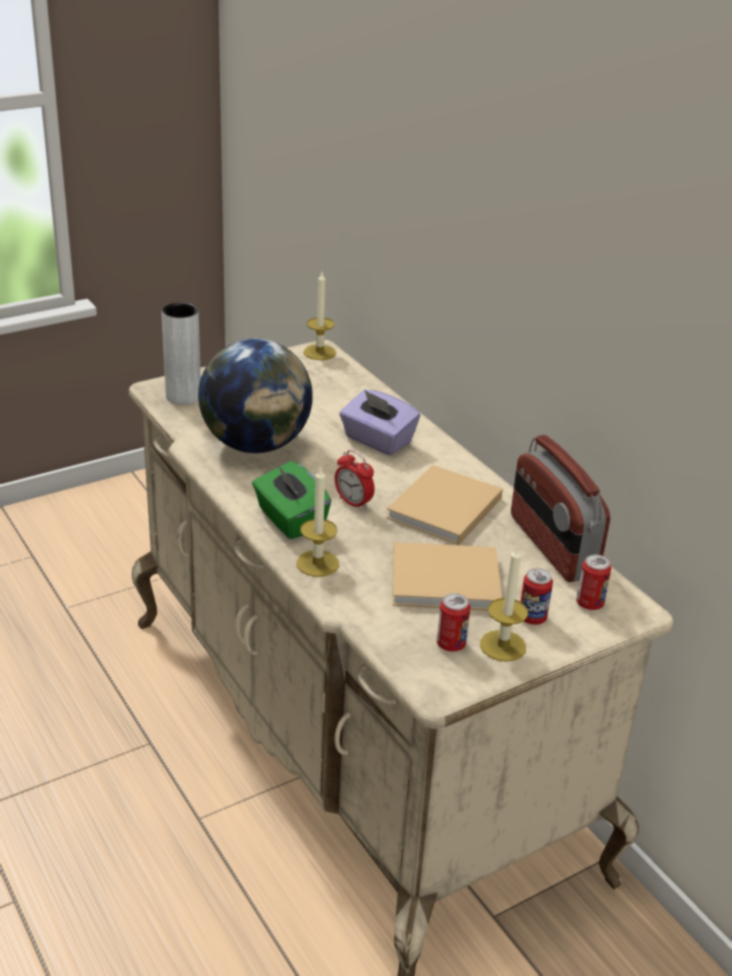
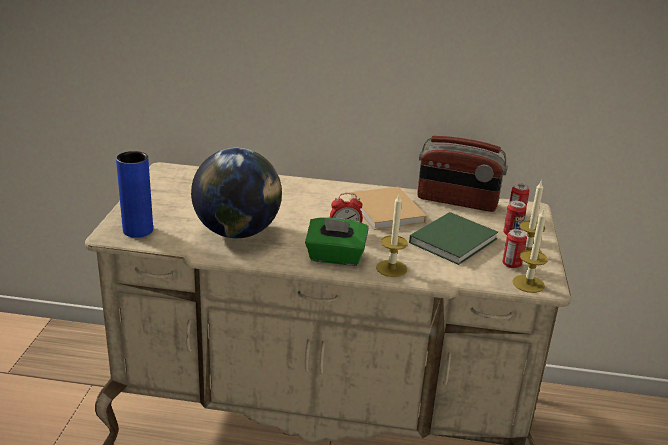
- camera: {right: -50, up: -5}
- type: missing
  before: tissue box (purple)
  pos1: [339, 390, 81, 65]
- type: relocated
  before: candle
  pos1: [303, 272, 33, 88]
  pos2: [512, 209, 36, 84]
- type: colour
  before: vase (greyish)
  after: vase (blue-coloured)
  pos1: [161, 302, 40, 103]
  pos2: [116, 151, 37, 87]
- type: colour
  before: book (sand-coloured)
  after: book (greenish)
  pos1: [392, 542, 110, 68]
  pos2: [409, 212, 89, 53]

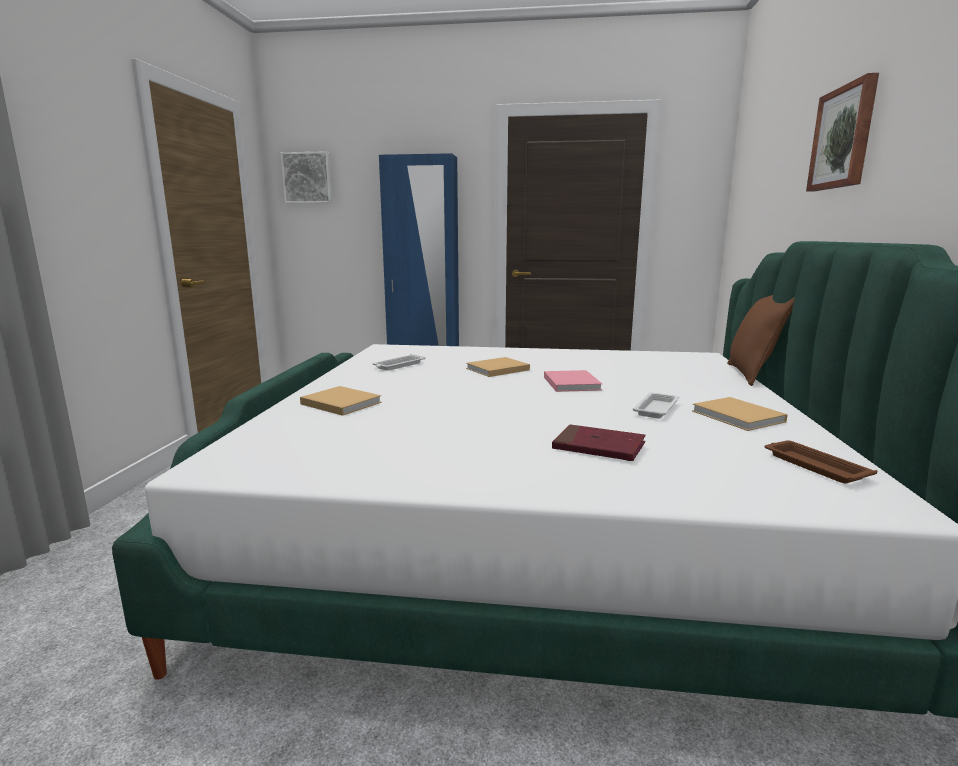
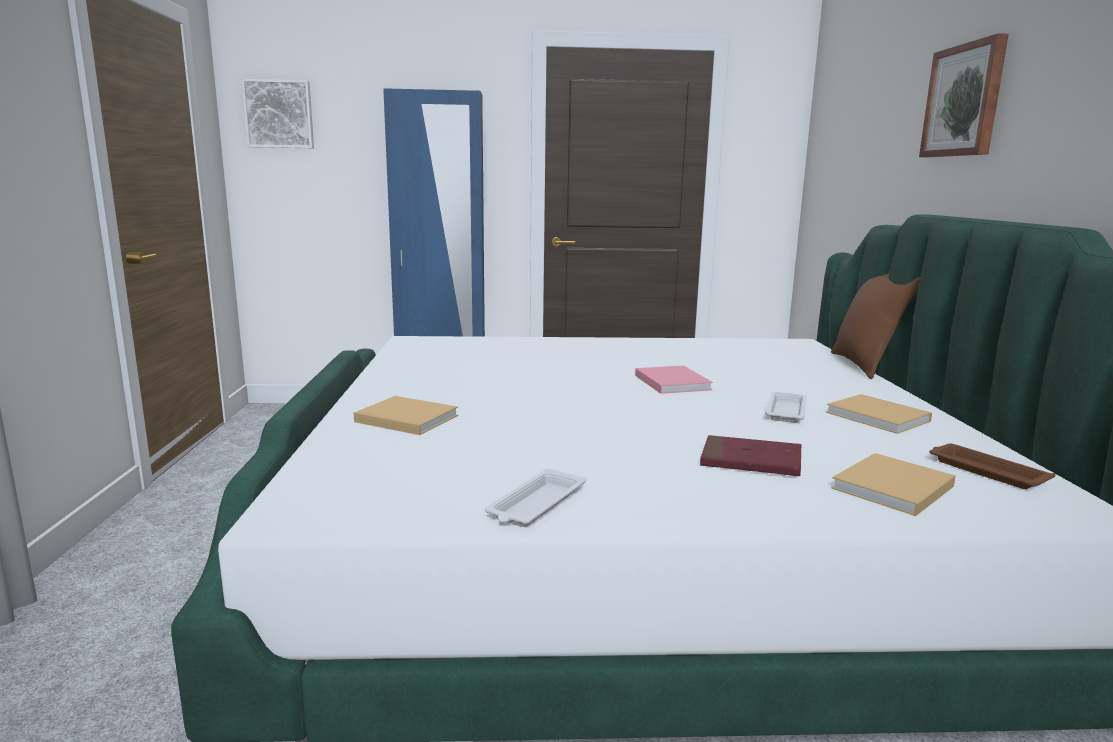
- camera: {right: -10, up: 0}
- type: relocated
  before: serving tray (white)
  pos1: [372, 354, 54, 17]
  pos2: [485, 468, 101, 59]
- type: relocated
  before: book (sand-coloured)
  pos1: [466, 357, 64, 20]
  pos2: [831, 453, 125, 63]

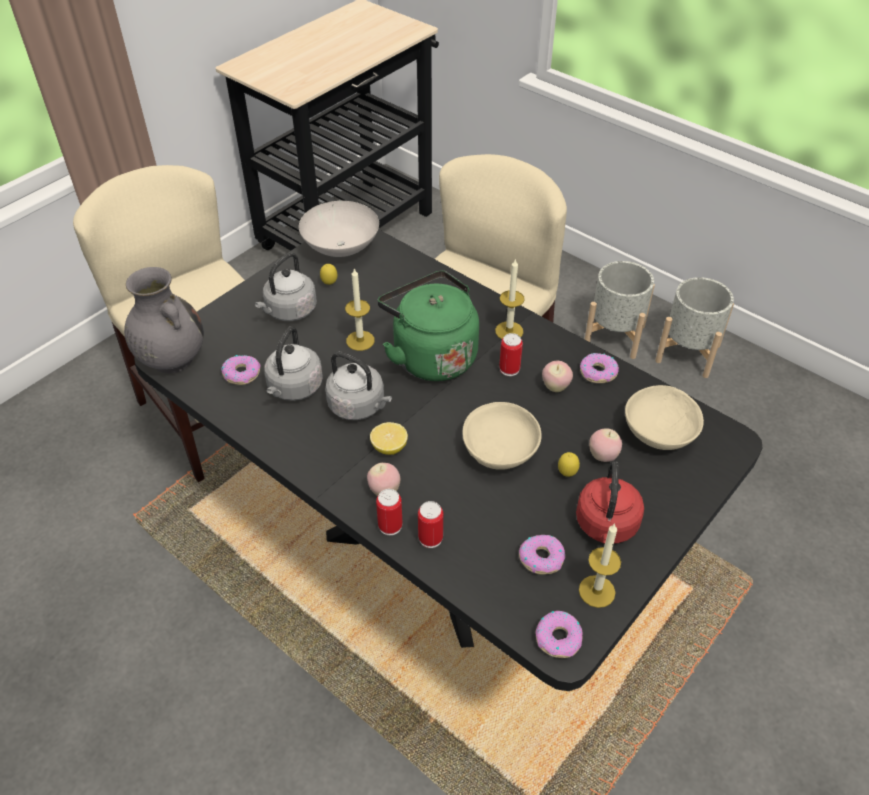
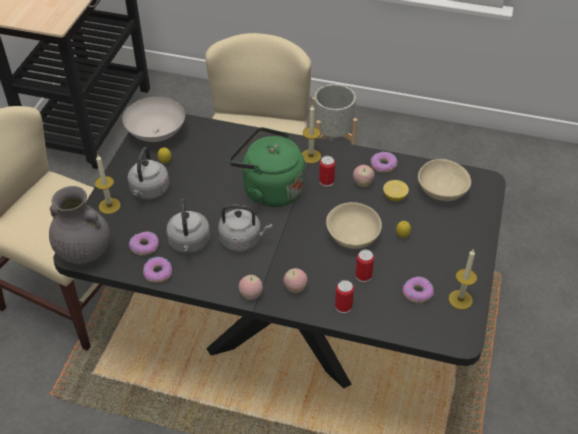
- camera: {right: -25, up: 0}
- type: missing
  before: kettle (red)
  pos1: [576, 461, 68, 83]
- type: missing
  before: flower pot (greyish)
  pos1: [655, 277, 79, 101]
- type: relocated
  before: candle
  pos1: [345, 268, 29, 83]
  pos2: [95, 155, 26, 59]
- type: relocated
  before: whole lemon
  pos1: [370, 422, 38, 33]
  pos2: [383, 180, 26, 21]
- type: relocated
  before: sealed can
  pos1: [376, 489, 27, 46]
  pos2: [355, 249, 19, 33]
- type: relocated
  before: ring doughnut
  pos1: [536, 611, 47, 47]
  pos2: [143, 257, 29, 26]
- type: relocated
  before: whole apple
  pos1: [589, 428, 33, 34]
  pos2: [239, 275, 24, 25]

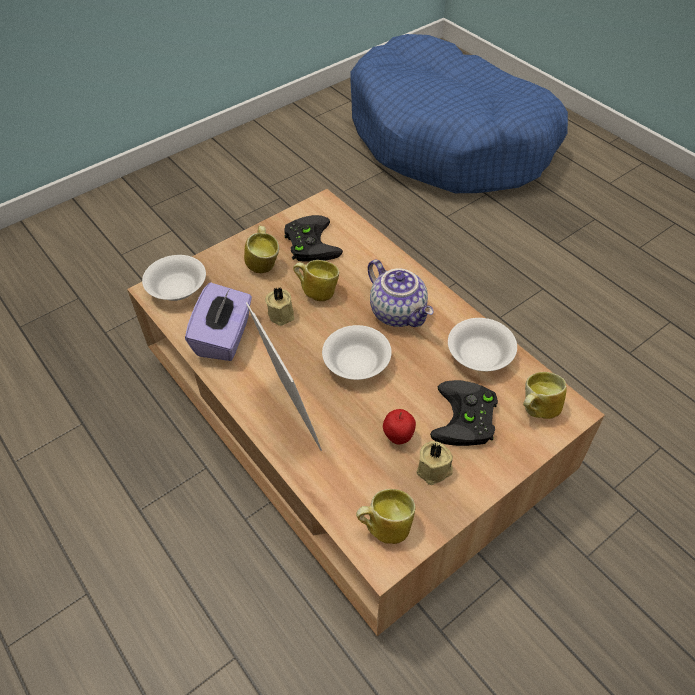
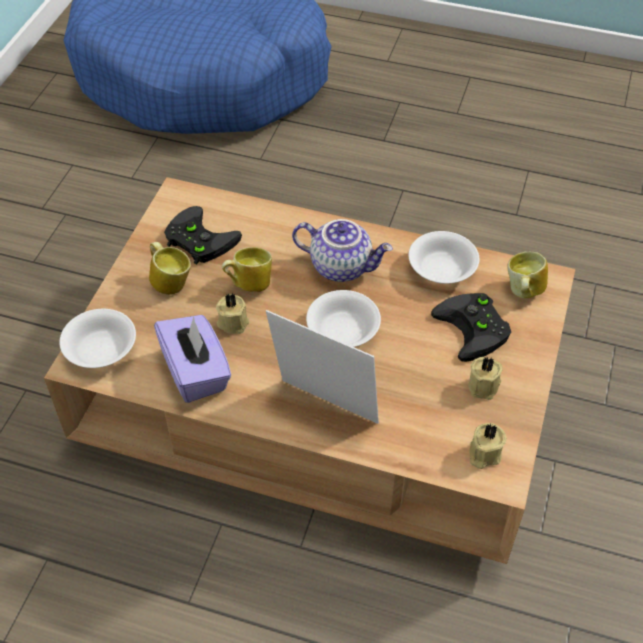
- camera: {right: -35, up: 0}
- type: missing
  before: whole apple
  pos1: [383, 409, 33, 35]
- type: exchanged
  before: tea mug
  after: candle (sand-coloured)
  pos1: [356, 489, 60, 55]
  pos2: [469, 423, 38, 46]

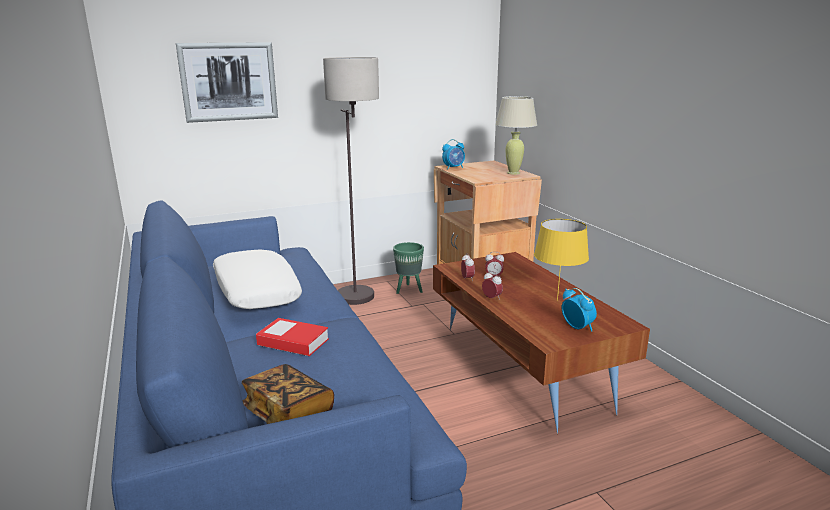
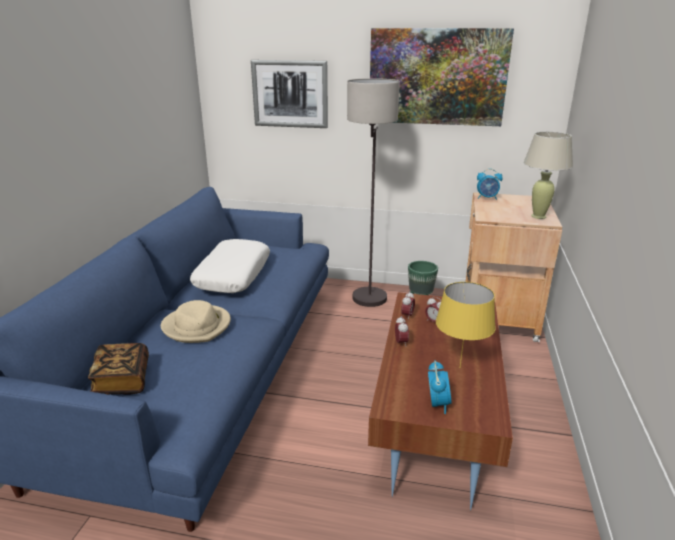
- camera: {right: 35, up: 5}
- type: appeared
  after: wall art
  pos2: [370, 28, 144, 98]
- type: exchanged
  before: book
  after: clothing hat (sand-coloured)
  pos1: [256, 318, 73, 38]
  pos2: [161, 300, 70, 43]

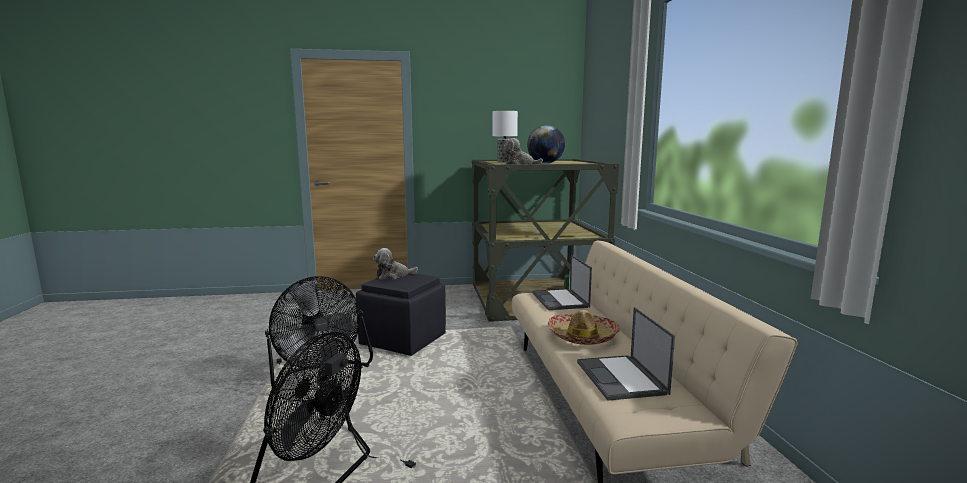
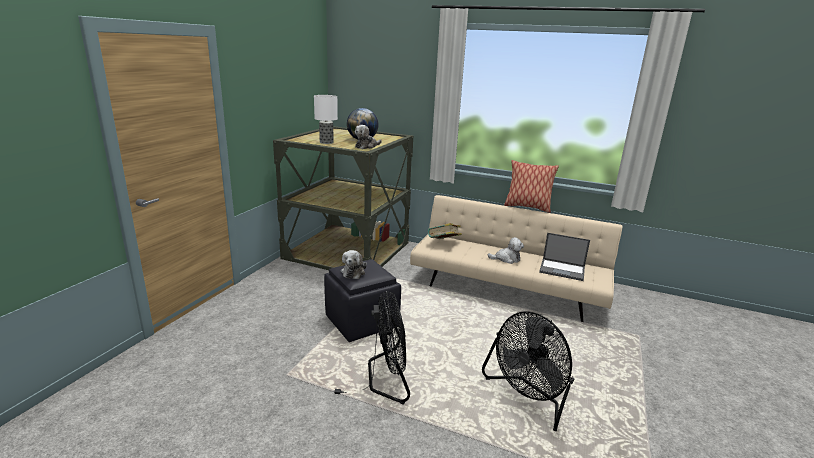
- camera: {right: -60, up: 10}
- type: appeared
  after: cushion
  pos2: [504, 160, 55, 53]
- type: exchanged
  before: laptop
  after: book
  pos1: [532, 255, 60, 55]
  pos2: [428, 223, 34, 16]
- type: exchanged
  before: clothing hat
  after: cuddly toy
  pos1: [548, 310, 72, 35]
  pos2: [488, 237, 36, 27]

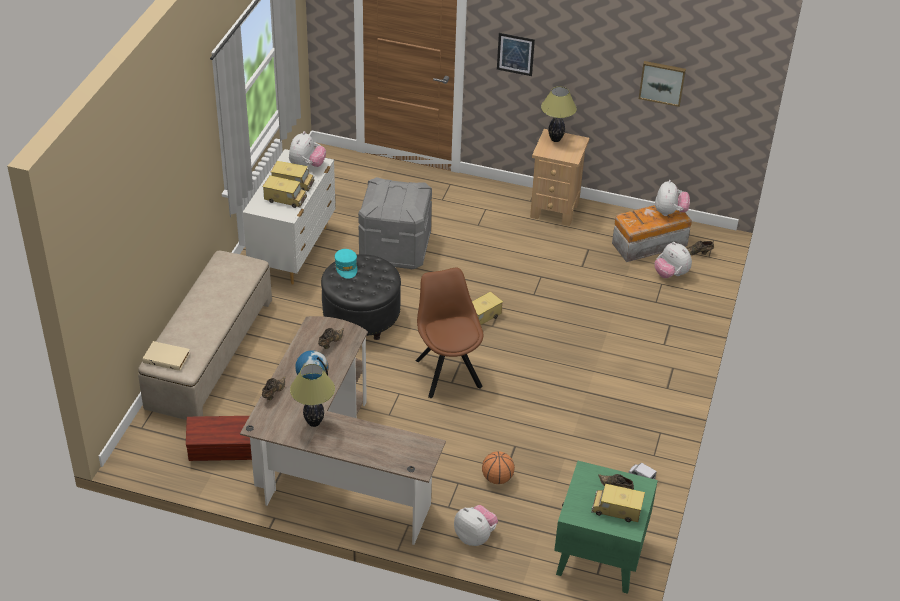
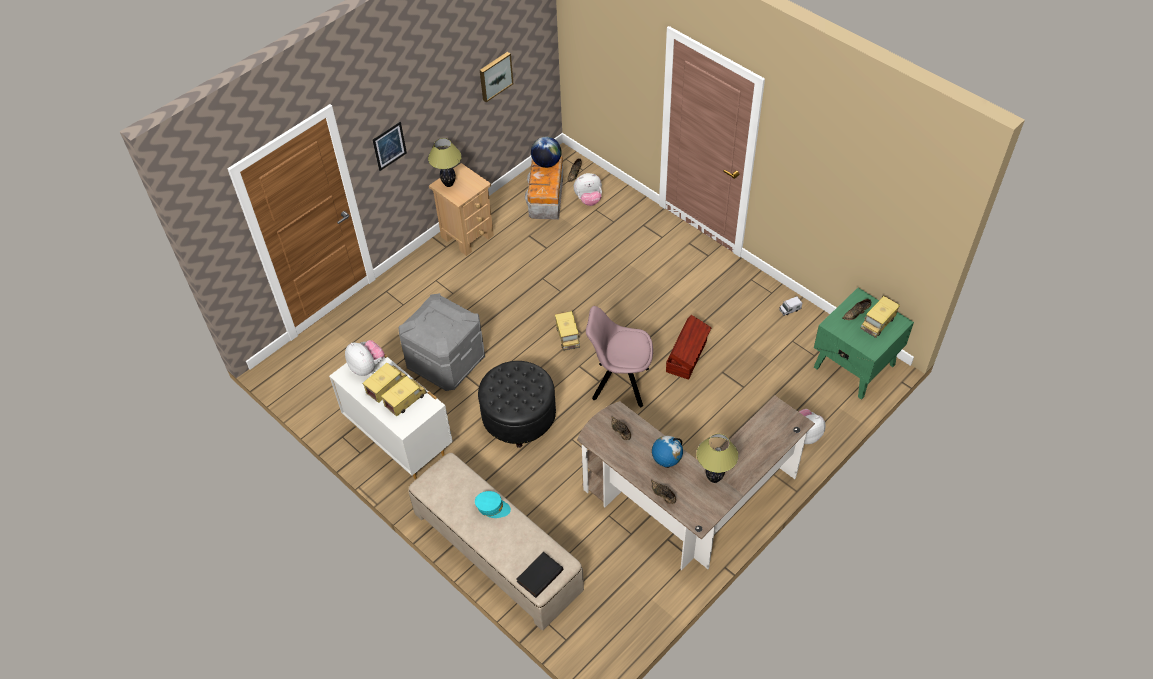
- camera: {right: -60, up: 10}
- type: missing
  before: basketball
  pos1: [482, 451, 33, 33]
- type: relocated
  before: storage container (brown)
  pos1: [186, 416, 66, 45]
  pos2: [666, 315, 45, 65]
- type: relocated
  before: peaked cap (turquoise-coloured)
  pos1: [335, 249, 23, 30]
  pos2: [475, 491, 36, 27]
- type: exchanged
  before: cuddly toy
  after: desk globe
  pos1: [655, 180, 35, 36]
  pos2: [531, 137, 31, 31]
- type: colour
  before: book (sand-coloured)
  after: book (black)
  pos1: [142, 341, 48, 30]
  pos2: [516, 552, 48, 46]
- type: colour
  before: plain chair (brown)
  after: plain chair (pink)
  pos1: [416, 268, 68, 130]
  pos2: [586, 306, 67, 102]

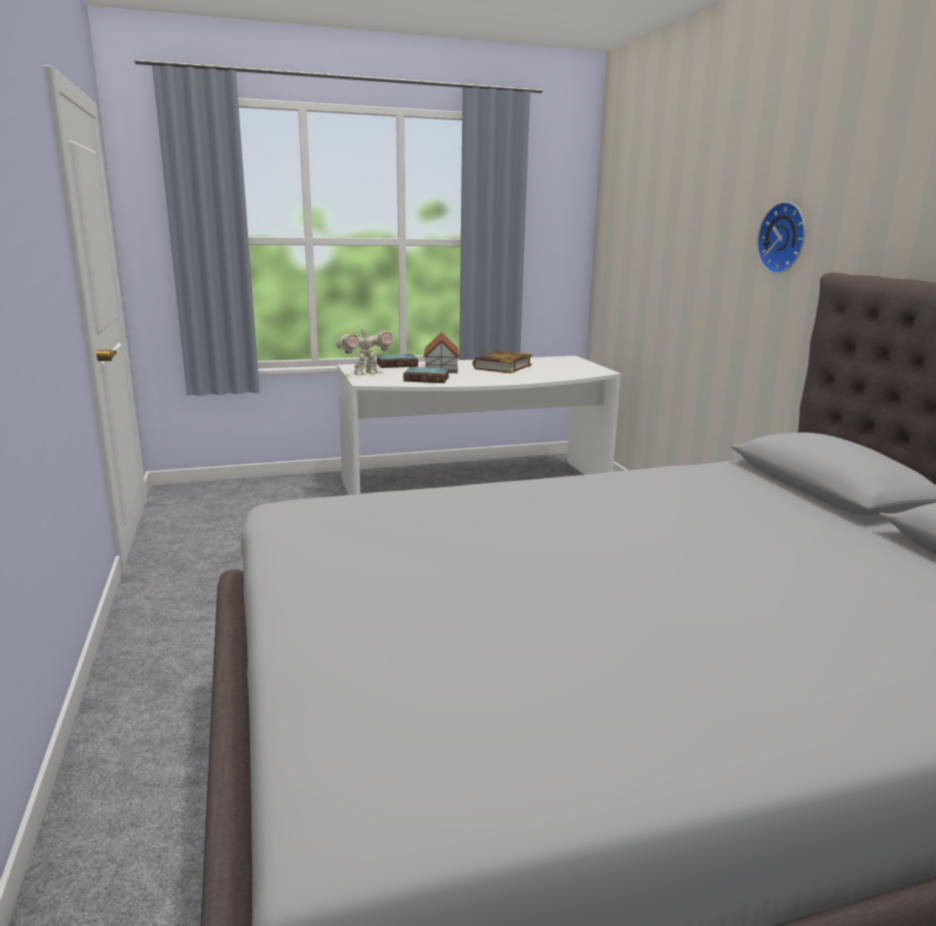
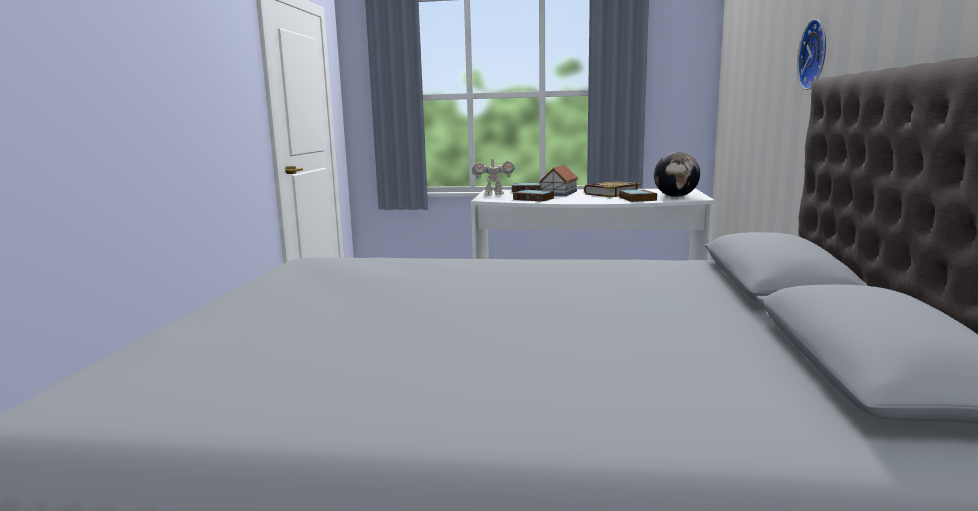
- camera: {right: 25, up: -5}
- type: appeared
  after: book
  pos2: [619, 189, 38, 13]
- type: appeared
  after: desk globe
  pos2: [654, 152, 46, 45]

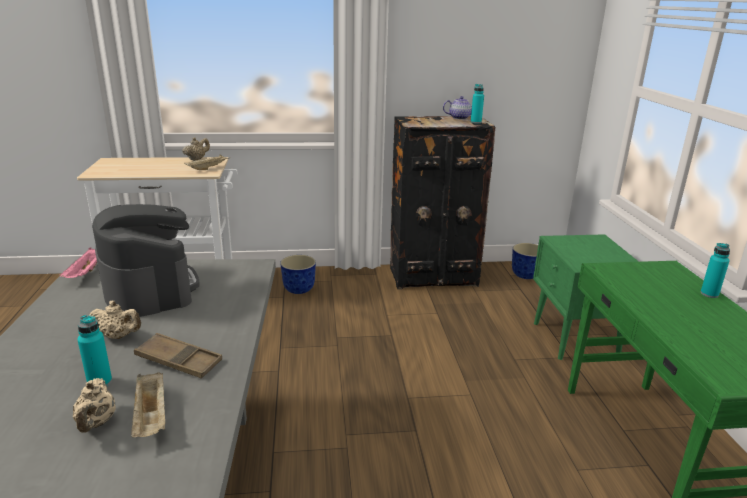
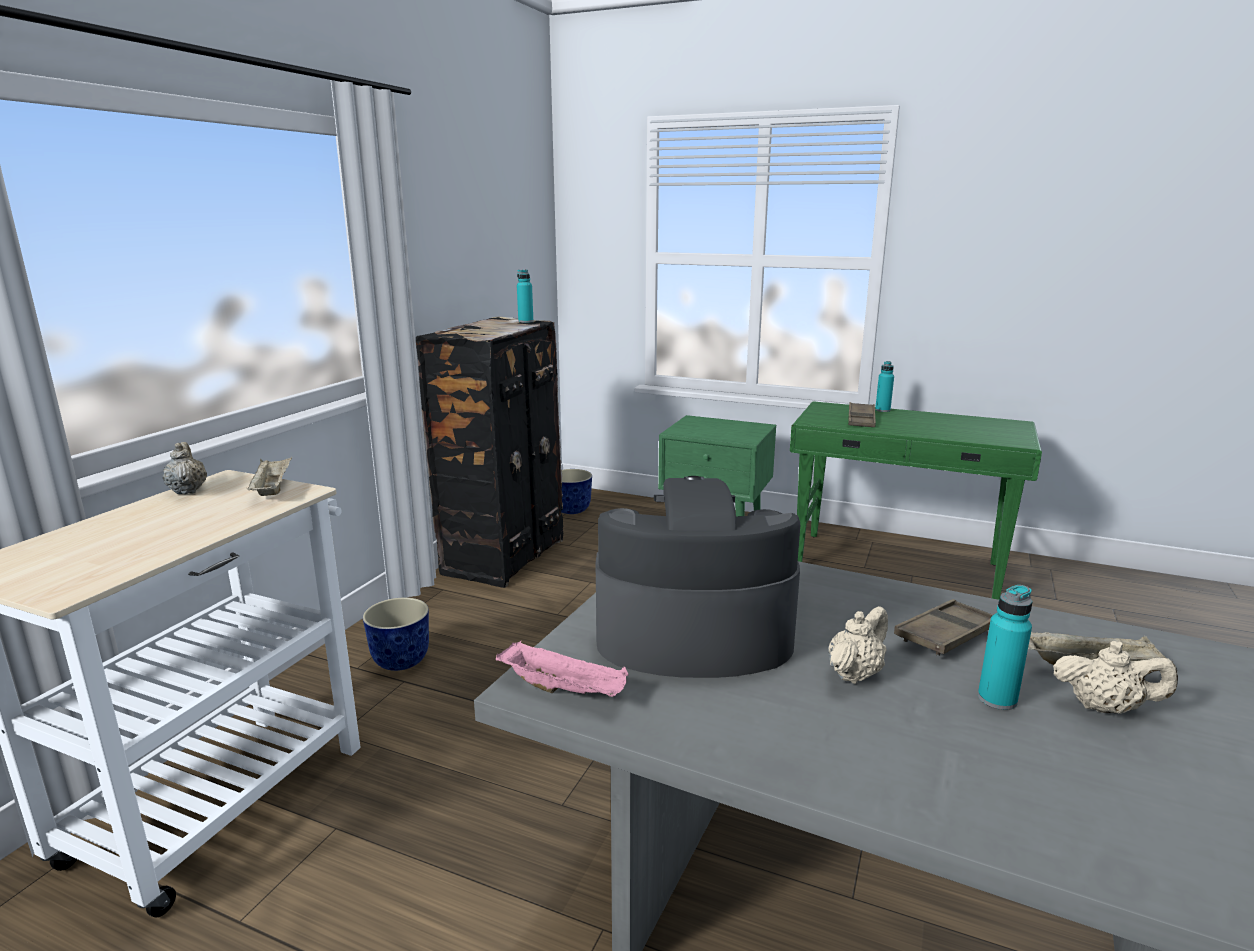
- camera: {right: -60, up: -5}
- type: missing
  before: tea pot
  pos1: [443, 96, 29, 23]
- type: appeared
  after: serving tray (brown)
  pos2: [848, 402, 28, 25]

